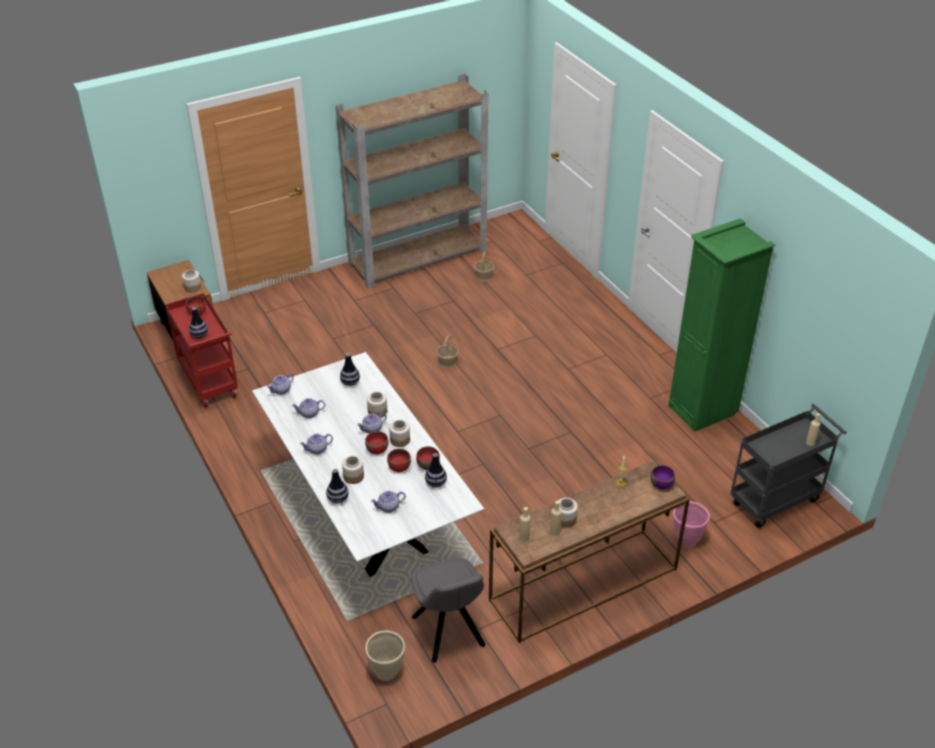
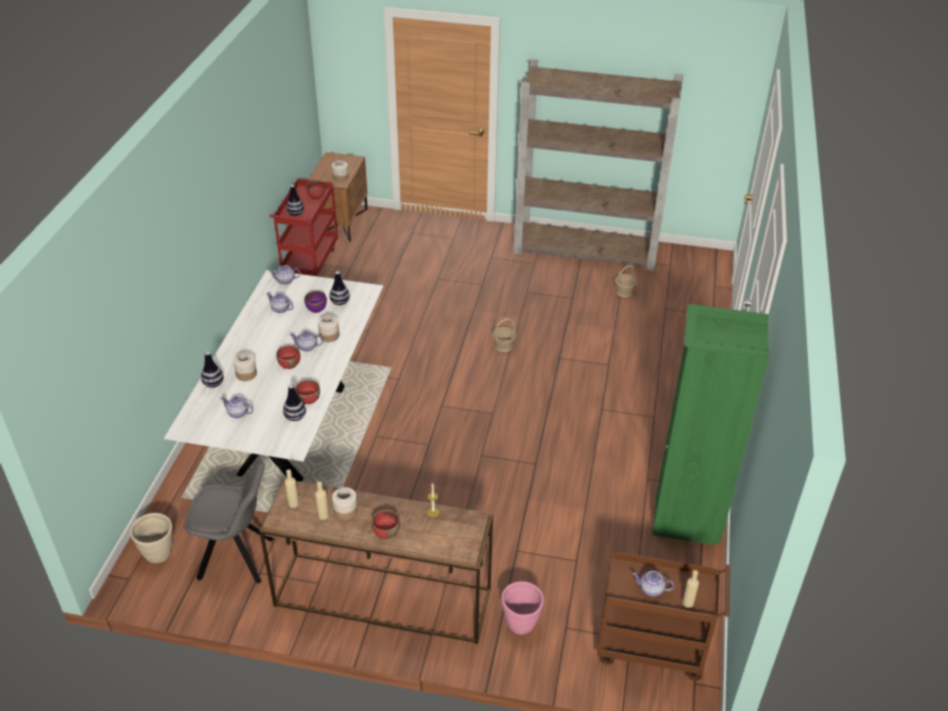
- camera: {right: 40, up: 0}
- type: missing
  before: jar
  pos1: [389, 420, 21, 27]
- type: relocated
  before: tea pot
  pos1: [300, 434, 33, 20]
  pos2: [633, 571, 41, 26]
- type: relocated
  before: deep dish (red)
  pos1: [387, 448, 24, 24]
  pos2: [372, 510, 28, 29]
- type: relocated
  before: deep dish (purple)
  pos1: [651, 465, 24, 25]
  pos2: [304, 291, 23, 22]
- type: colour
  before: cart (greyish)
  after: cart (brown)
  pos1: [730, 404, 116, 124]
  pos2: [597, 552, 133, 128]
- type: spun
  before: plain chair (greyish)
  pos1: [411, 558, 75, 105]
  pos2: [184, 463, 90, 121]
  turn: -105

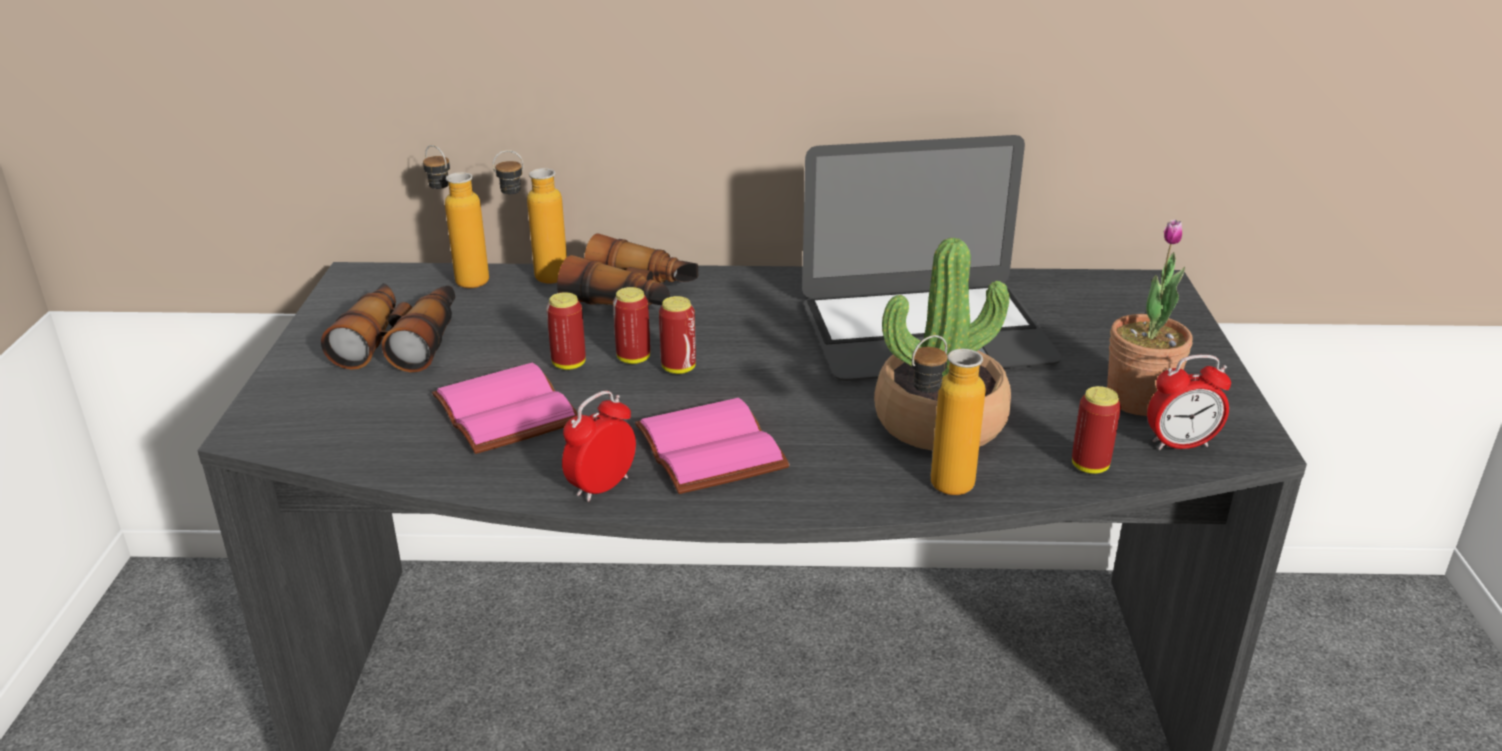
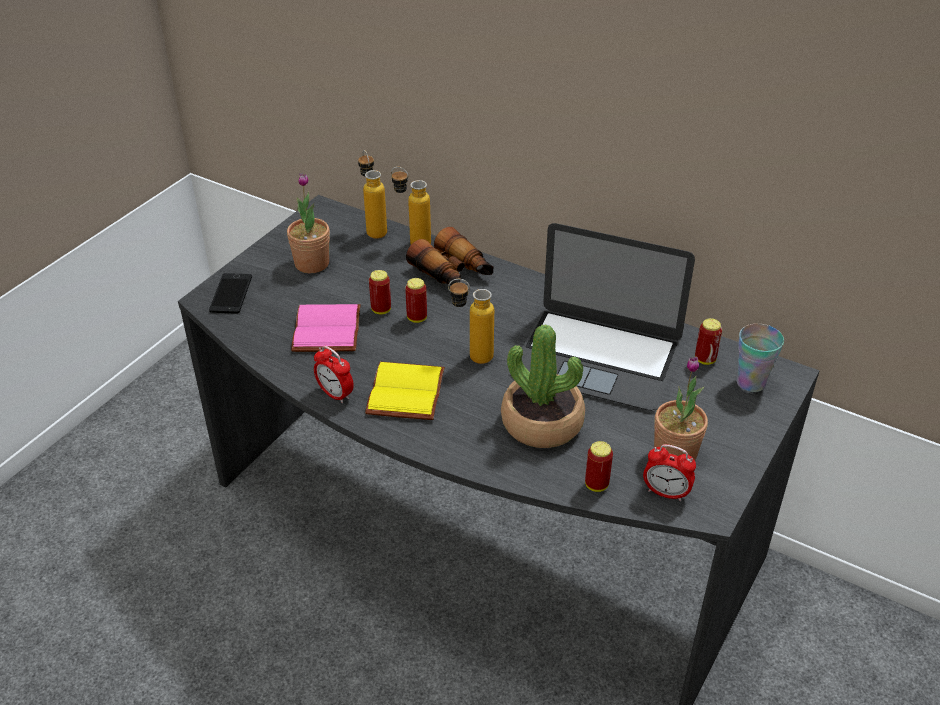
- camera: {right: 30, up: 10}
- type: appeared
  after: handset
  pos2: [209, 273, 43, 41]
- type: appeared
  after: drinking cup
  pos2: [737, 324, 47, 68]
- type: relocated
  before: sealed can
  pos1: [659, 296, 37, 78]
  pos2: [695, 318, 27, 47]
- type: relocated
  before: bottle
  pos1: [912, 335, 74, 160]
  pos2: [448, 279, 46, 85]
- type: exchanged
  before: field glasses
  after: plant in a pot
  pos1: [321, 283, 135, 89]
  pos2: [287, 173, 43, 100]
- type: colour
  before: book (pink)
  after: book (yellow-coloured)
  pos1: [635, 398, 155, 96]
  pos2: [365, 361, 80, 59]
- type: spun
  before: alarm clock
  pos1: [562, 391, 74, 111]
  pos2: [314, 346, 40, 57]
  turn: -120

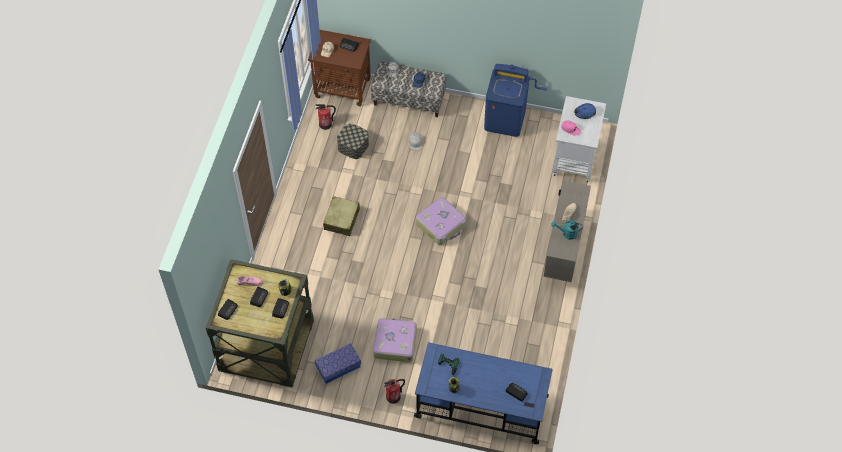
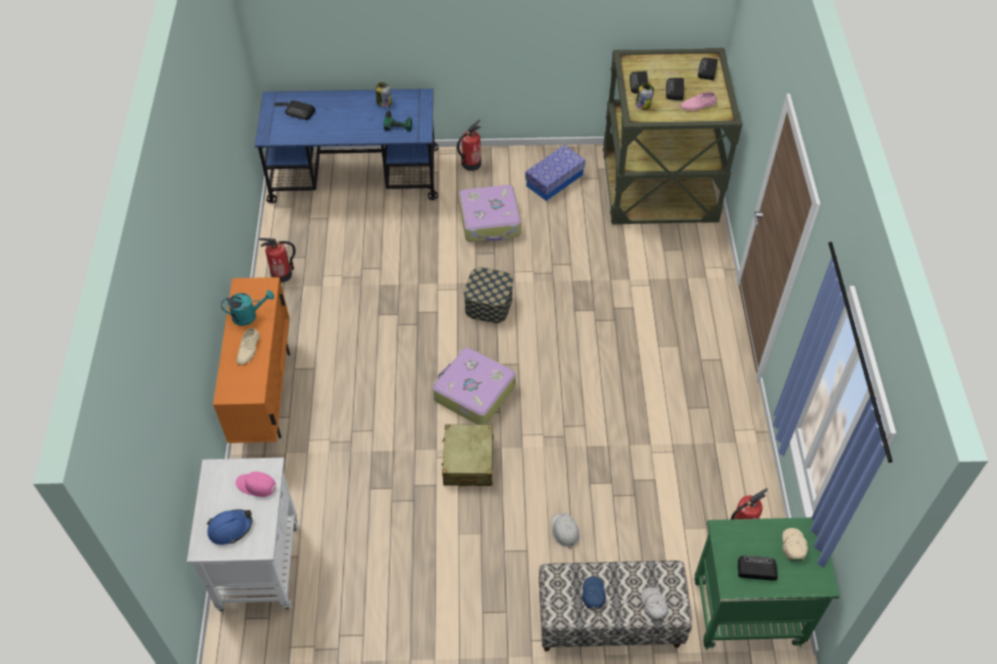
- camera: {right: 165, up: -5}
- type: missing
  before: washing machine (blue-coloured)
  pos1: [484, 64, 63, 73]
- type: appeared
  after: fire extinguisher
  pos2: [259, 238, 37, 45]
- type: relocated
  before: piece of luggage (sand-coloured)
  pos1: [323, 196, 37, 40]
  pos2: [442, 424, 52, 62]
- type: relocated
  before: storage container
  pos1: [337, 123, 32, 36]
  pos2: [464, 267, 49, 56]
- type: colour
  before: cart (brown)
  after: cart (greenish)
  pos1: [308, 30, 63, 77]
  pos2: [694, 517, 146, 133]
- type: colour
  before: cupboard (sand-coloured)
  after: cupboard (orange)
  pos1: [544, 181, 47, 101]
  pos2: [213, 277, 77, 166]

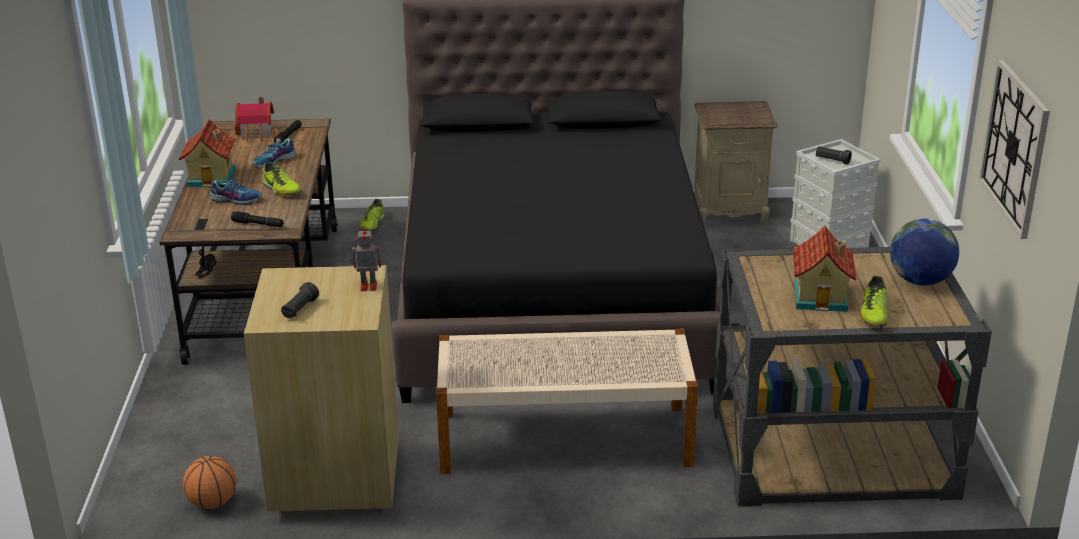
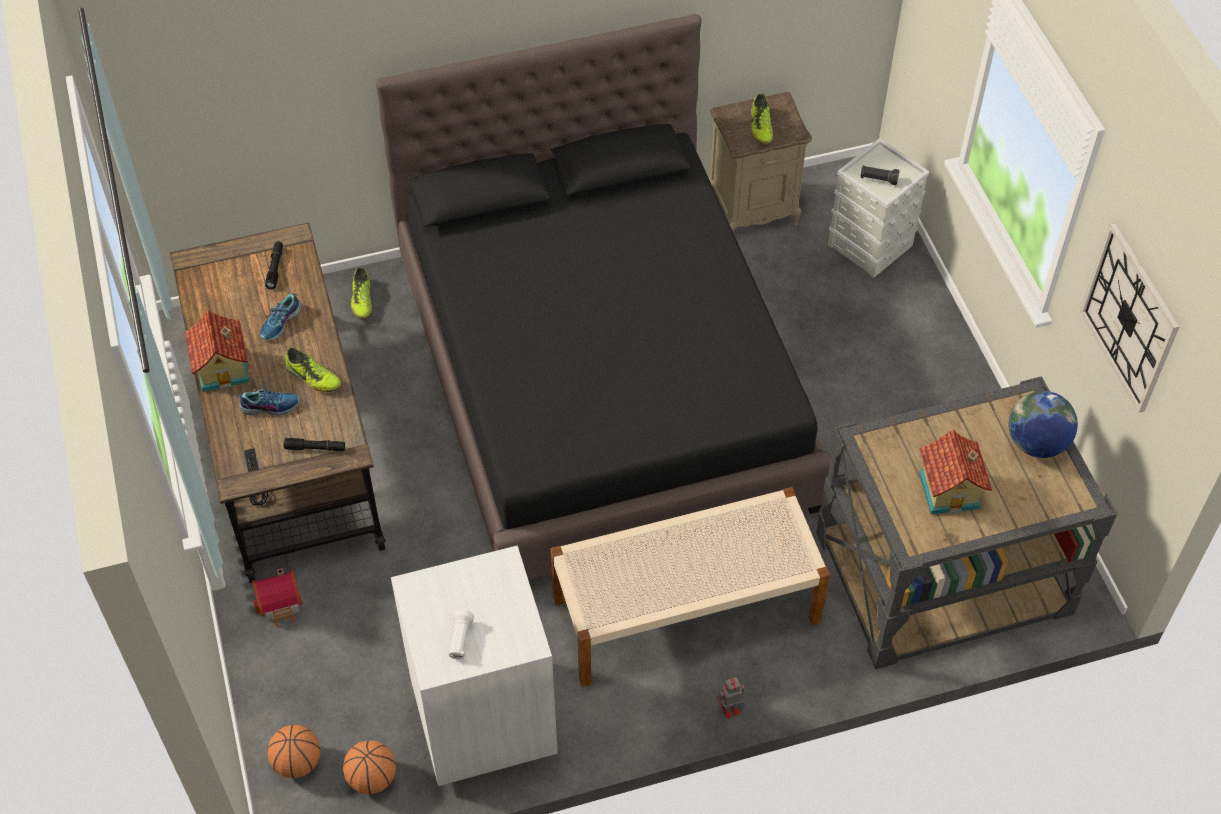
- camera: {right: -15, up: 25}
- type: appeared
  after: basketball
  pos2: [267, 725, 54, 53]
- type: relocated
  before: toy house
  pos1: [235, 97, 39, 45]
  pos2: [252, 568, 50, 60]
- type: relocated
  before: robot figure
  pos1: [350, 226, 31, 65]
  pos2: [717, 677, 28, 42]
- type: relocated
  before: item of footwear
  pos1: [860, 276, 28, 50]
  pos2: [751, 93, 22, 51]
- type: colour
  before: chest of drawers (brown)
  after: chest of drawers (white)
  pos1: [244, 265, 155, 249]
  pos2: [391, 545, 167, 241]
- type: colour
  before: torch (black)
  after: torch (white)
  pos1: [281, 282, 38, 36]
  pos2: [448, 609, 26, 50]

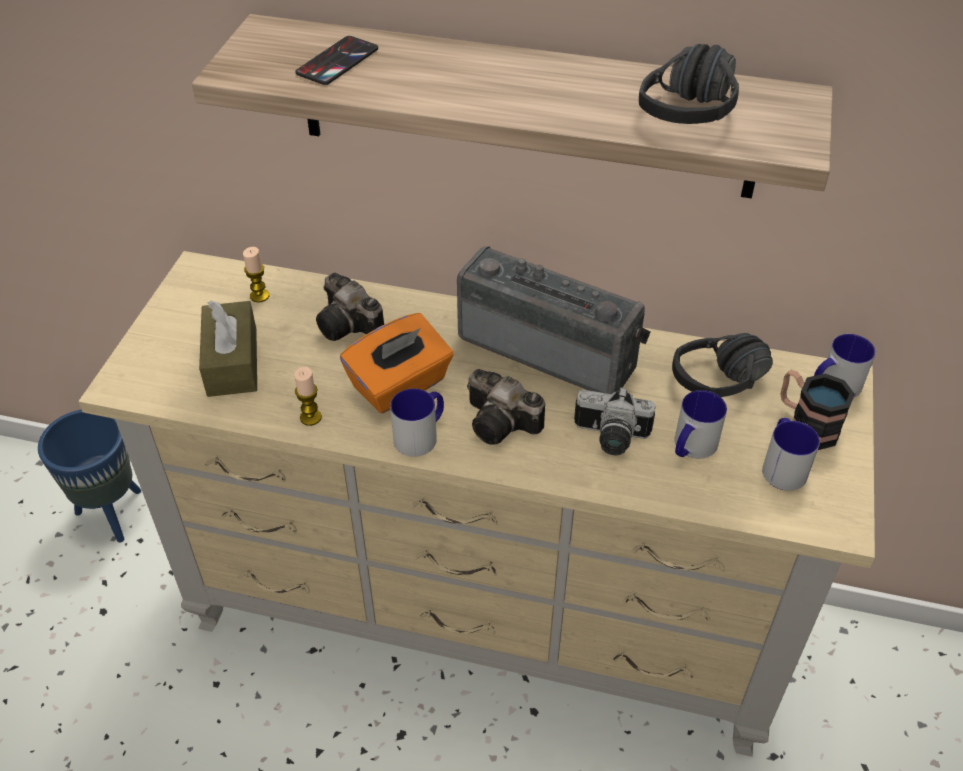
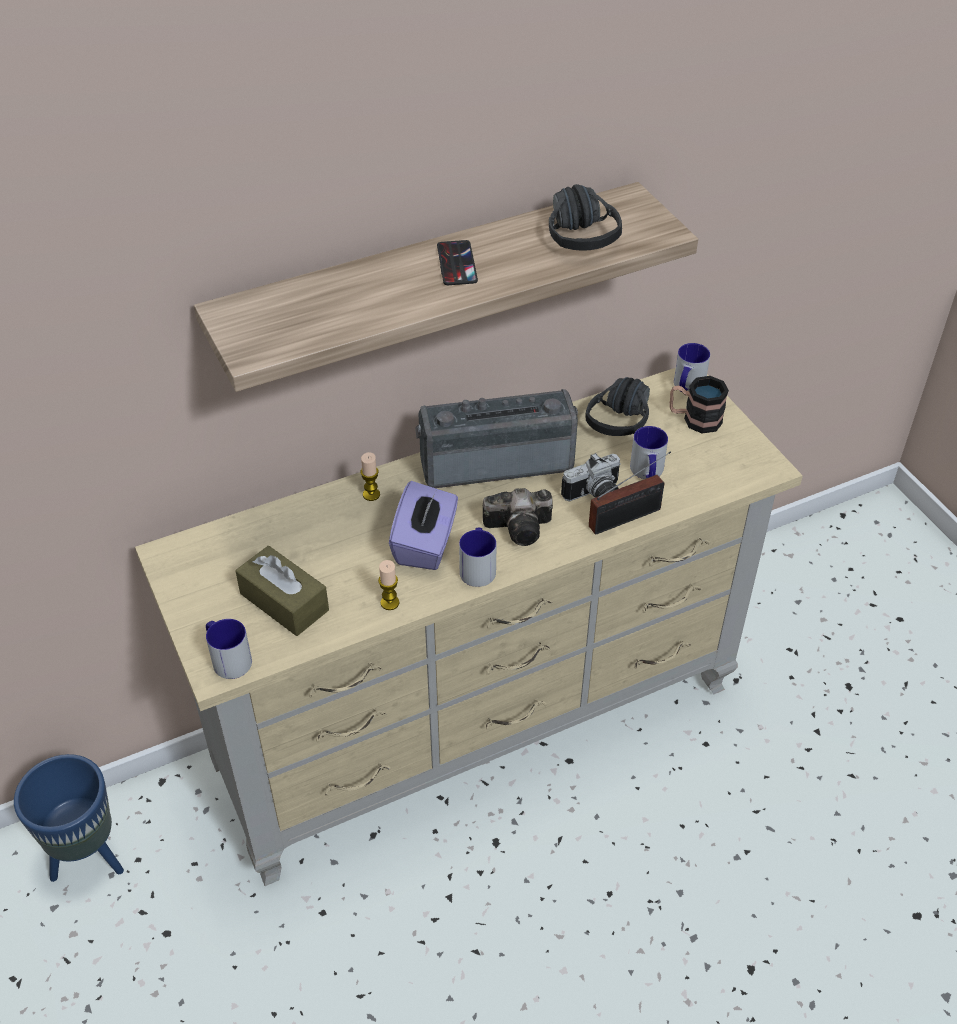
- camera: {right: -40, up: 0}
- type: missing
  before: still camera
  pos1: [316, 273, 68, 68]
- type: appeared
  after: radio
  pos2: [589, 451, 82, 84]
- type: relocated
  before: candle
  pos1: [243, 247, 26, 56]
  pos2: [360, 452, 20, 49]
- type: relocated
  before: handset
  pos1: [295, 36, 83, 49]
  pos2: [437, 240, 41, 45]
- type: relocated
  before: tea mug
  pos1: [762, 418, 58, 73]
  pos2: [206, 619, 46, 60]
- type: colour
  before: tissue box (orange)
  after: tissue box (purple)
  pos1: [340, 313, 114, 100]
  pos2: [389, 481, 69, 89]

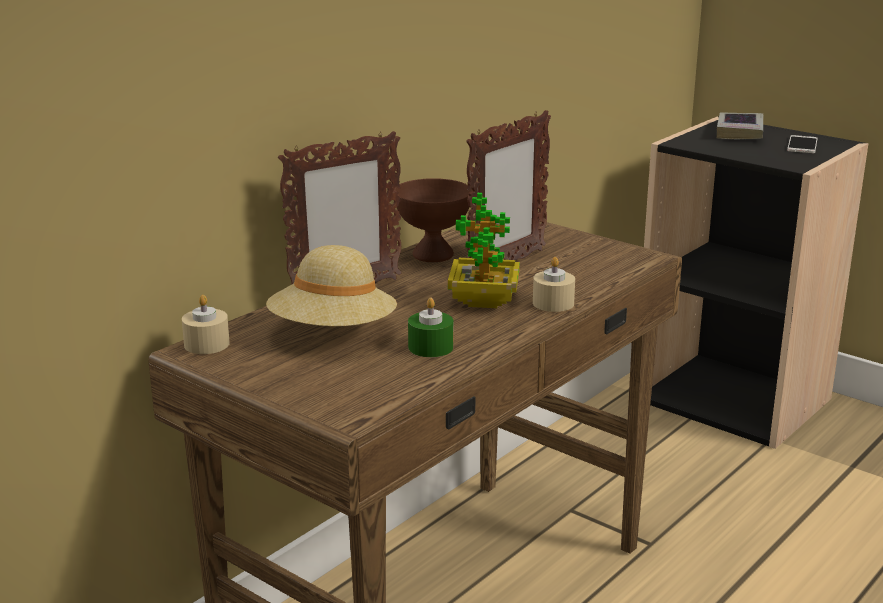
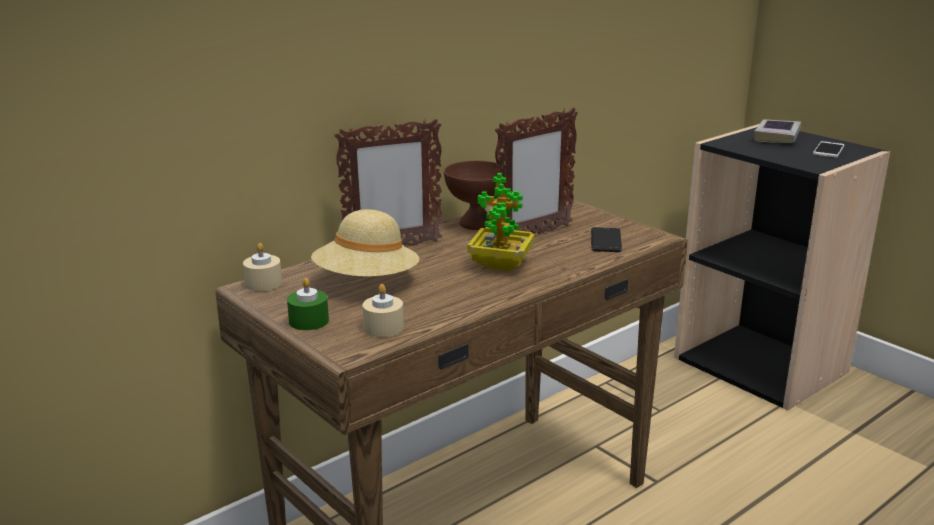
- camera: {right: 10, up: 0}
- type: appeared
  after: handset
  pos2: [591, 227, 31, 25]
- type: relocated
  before: candle (greenish)
  pos1: [408, 298, 45, 59]
  pos2: [287, 278, 42, 52]
- type: relocated
  before: candle (sand-coloured)
  pos1: [533, 257, 42, 55]
  pos2: [363, 284, 41, 53]

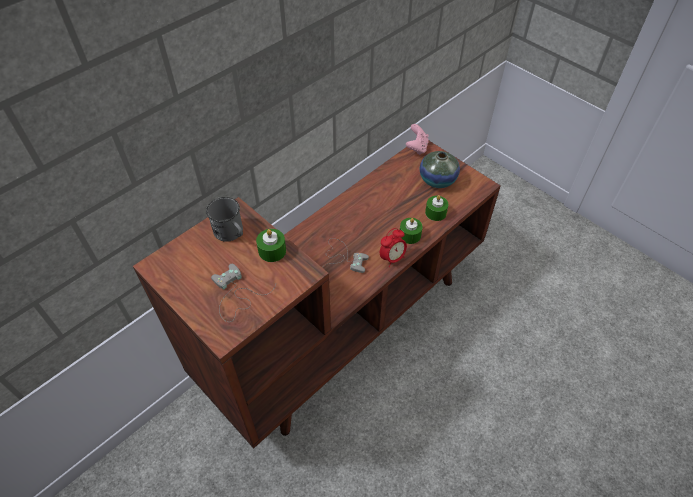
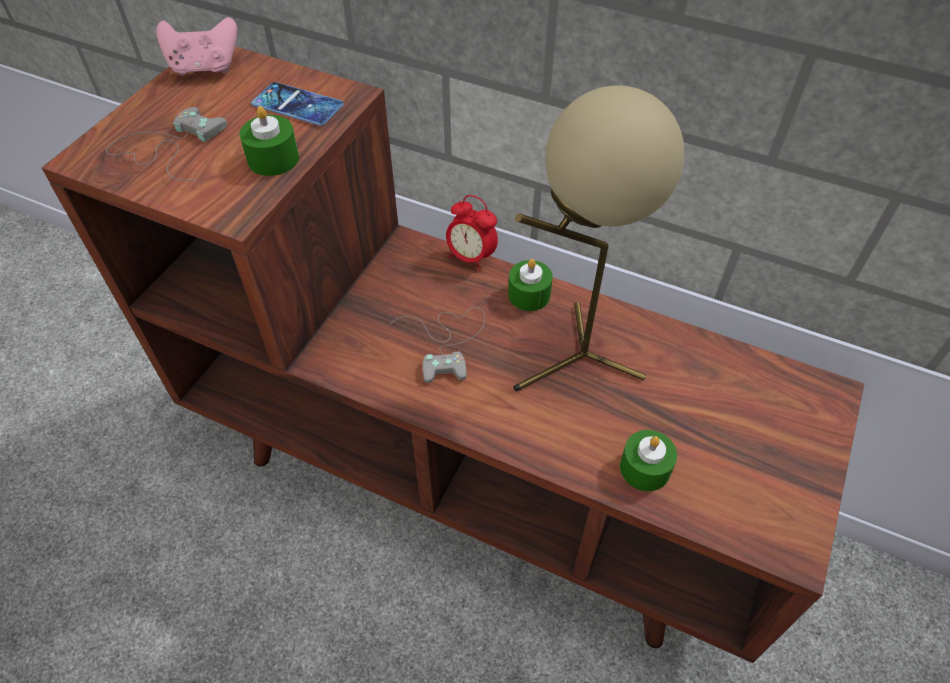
- camera: {right: 70, up: 0}
- type: missing
  before: vase
  pos1: [420, 151, 40, 37]
- type: appeared
  after: tabletop lamp (sand-coloured)
  pos2: [513, 85, 172, 307]
- type: relocated
  before: alarm clock
  pos1: [380, 228, 27, 39]
  pos2: [446, 195, 52, 76]
- type: relocated
  before: candle (greenish)
  pos1: [400, 218, 23, 26]
  pos2: [508, 259, 45, 52]
- type: relocated
  before: game controller (pink)
  pos1: [406, 124, 23, 31]
  pos2: [156, 17, 81, 59]
- type: exchanged
  before: tea mug (greyish)
  after: handset
  pos1: [206, 197, 37, 45]
  pos2: [251, 82, 93, 44]

